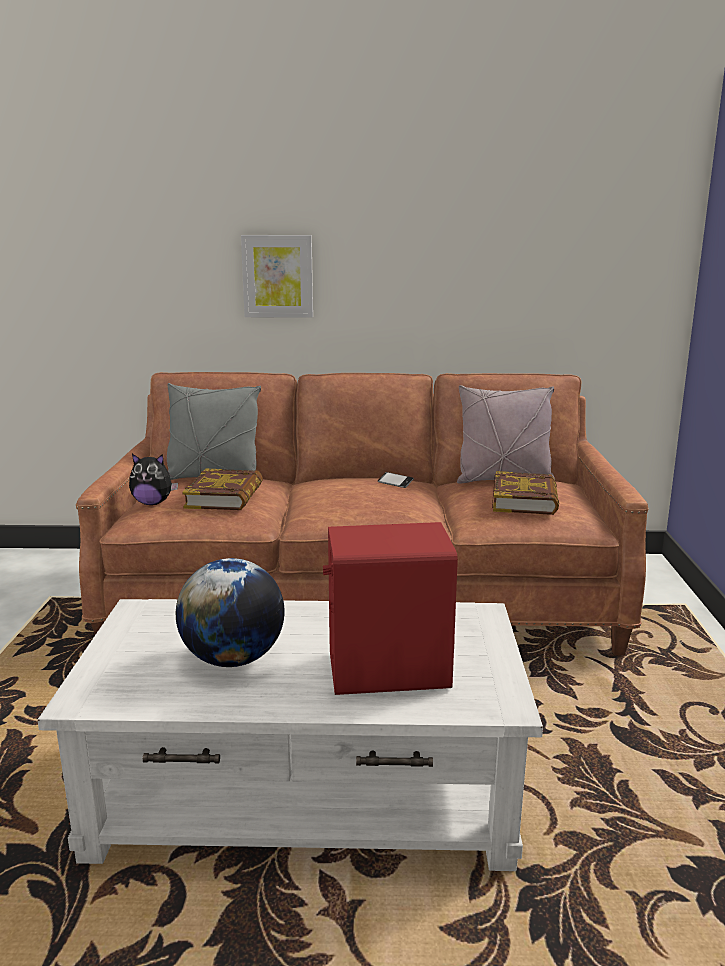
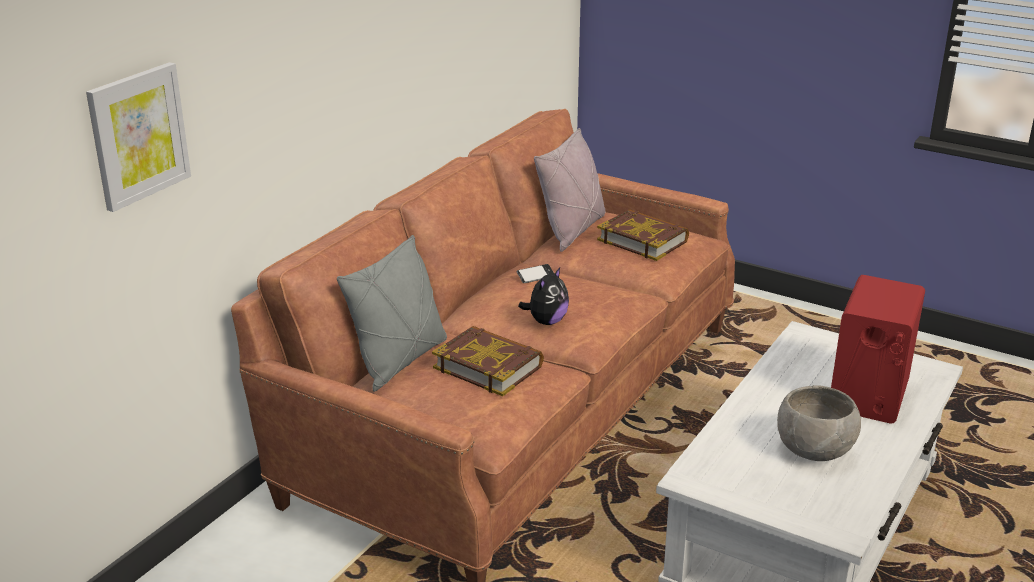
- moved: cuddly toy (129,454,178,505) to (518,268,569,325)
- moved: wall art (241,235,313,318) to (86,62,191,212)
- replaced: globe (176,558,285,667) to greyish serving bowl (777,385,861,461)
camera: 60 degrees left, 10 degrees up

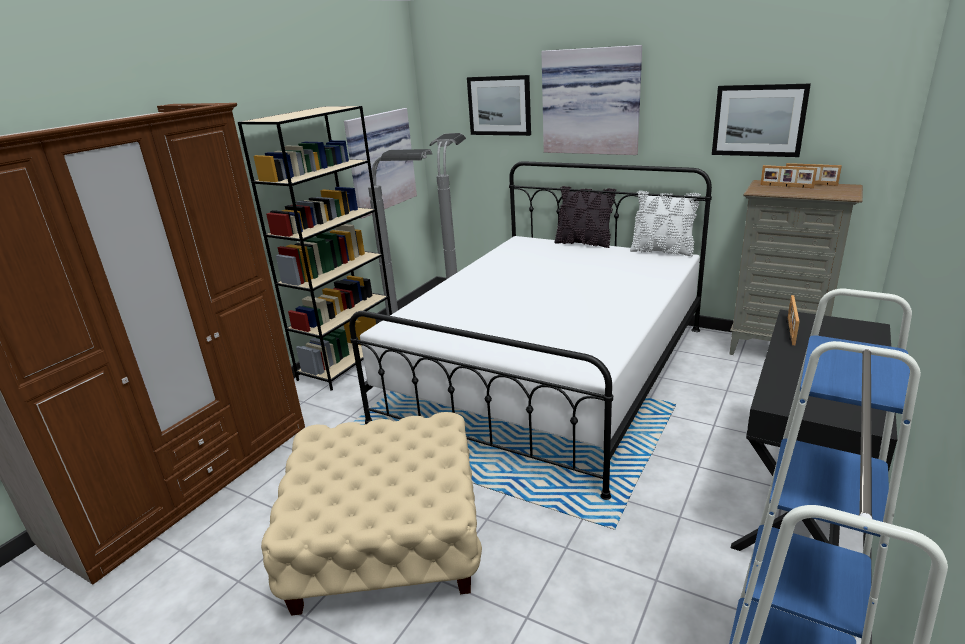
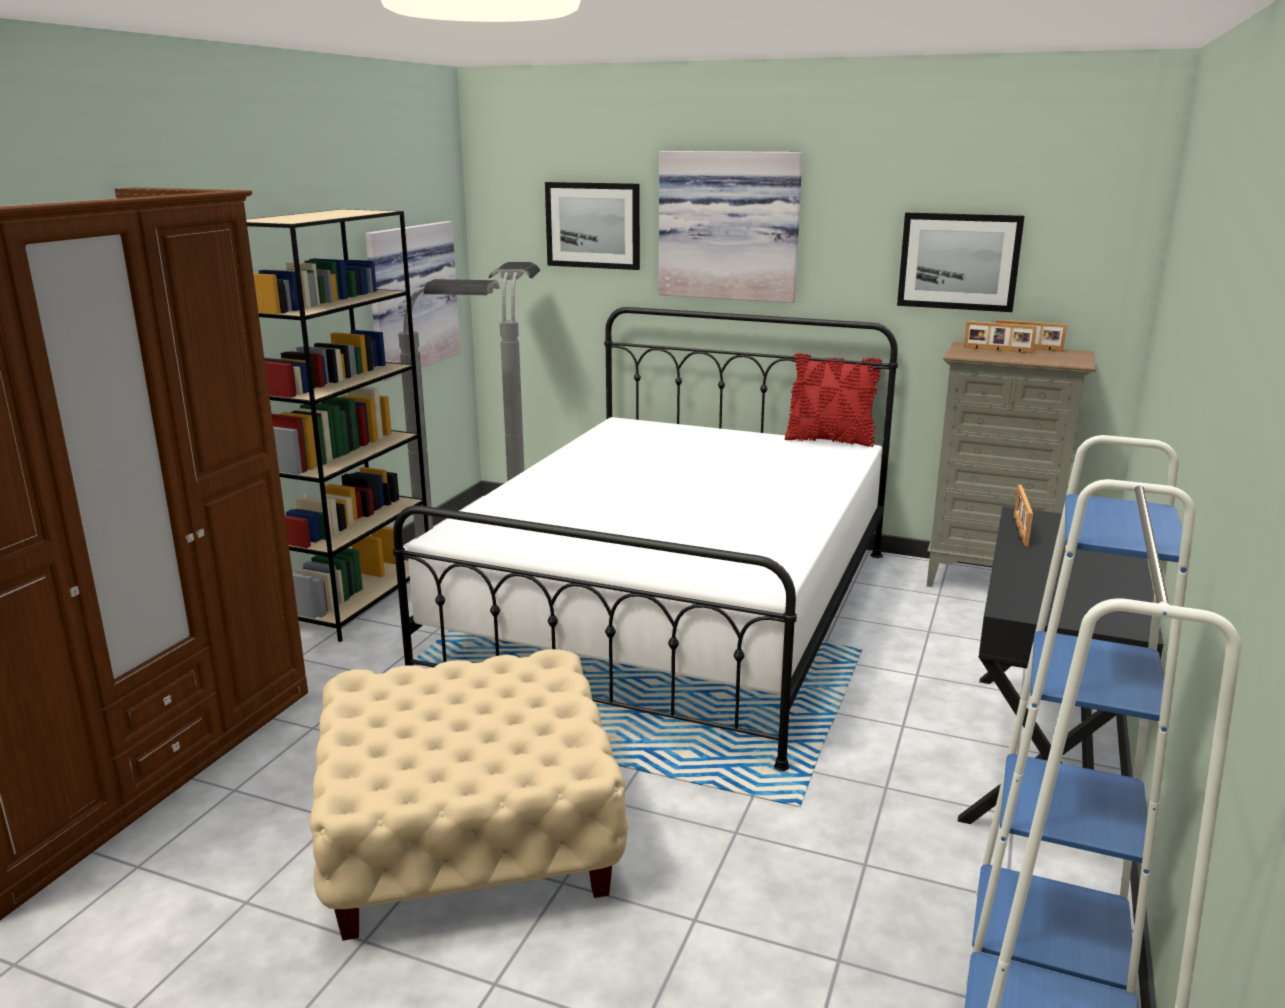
- removed: blackish cushion (554,186,616,248)
- recoloured: white-coloured cushion (630,191,701,257) to reddish cushion (785,353,882,447)
camera: 10 degrees left, 5 degrees down

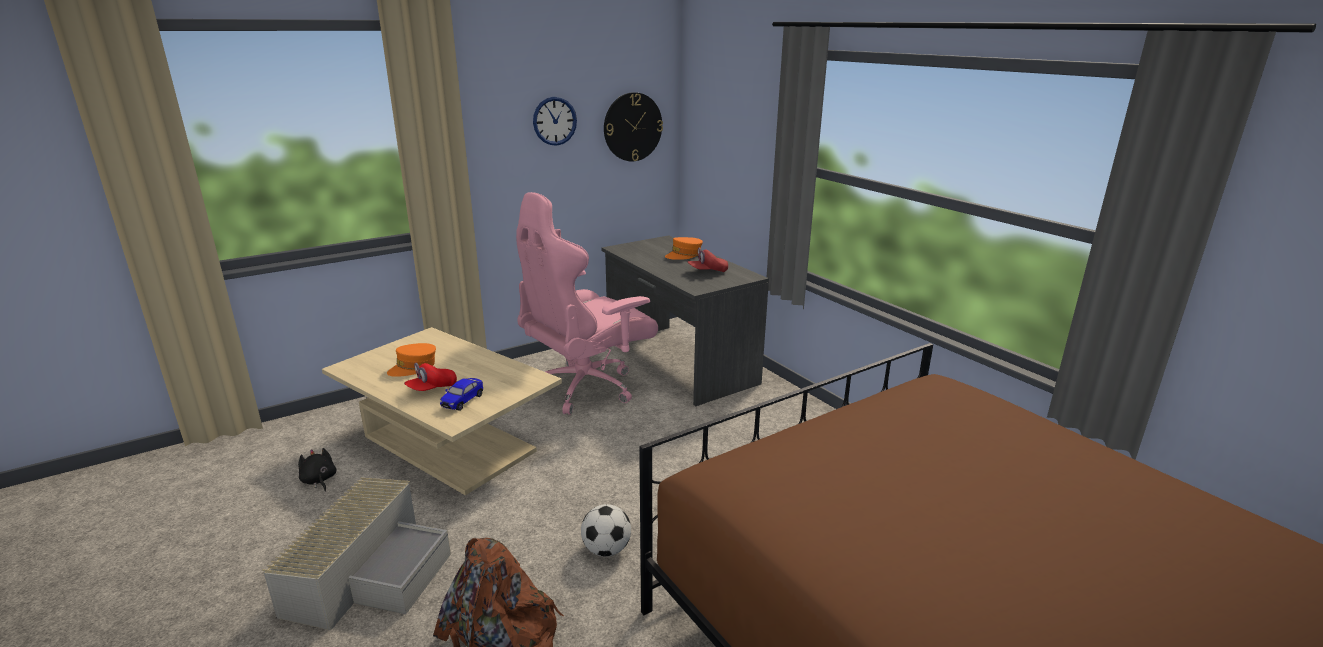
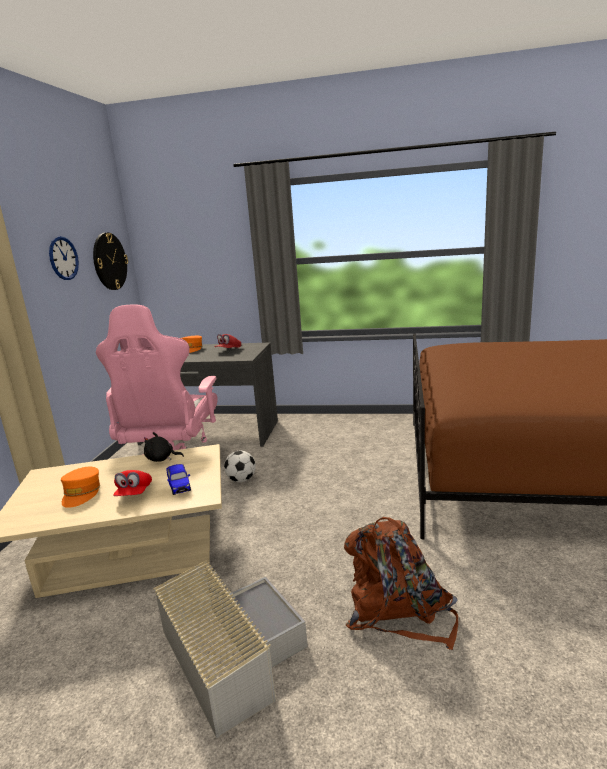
- moved: blackish cuddly toy (298,448,336,492) to (144,432,184,462)
- moved: football ball (581,504,631,557) to (224,451,256,482)
camera: 45 degrees left, 5 degrees down

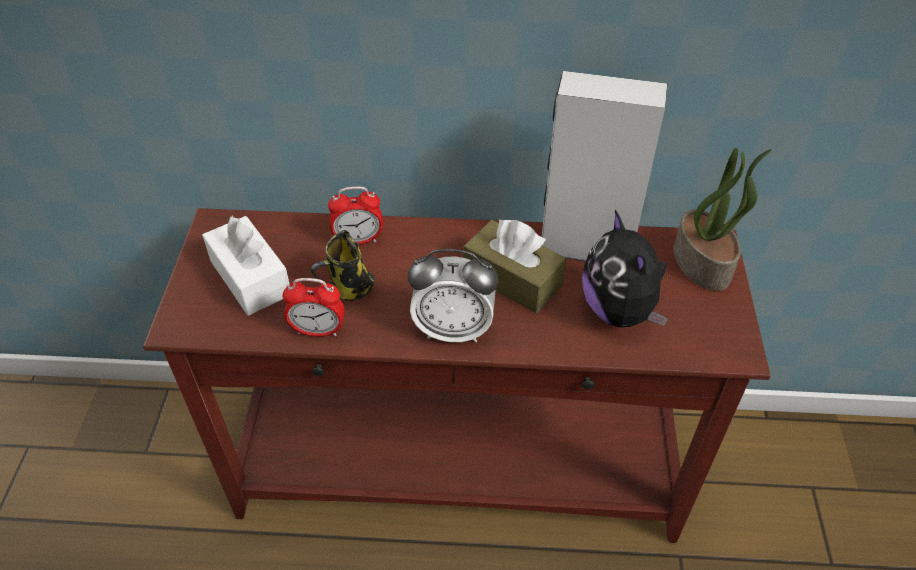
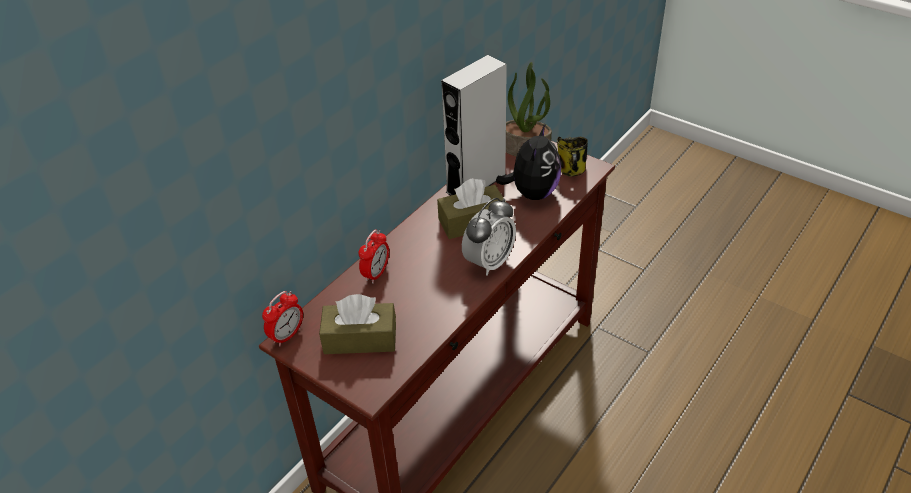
- moved: bedside clock (282,278,345,337) to (262,291,303,346)
- moved: tea mug (310,230,375,301) to (557,137,588,176)
- recoloured: white-coloured tissue holder (202,216,290,315) to brown-coloured tissue holder (319,294,396,354)
- turned: cuddly toy (582,210,668,327) = (496,123,561,200) 90 degrees counterclockwise
camera: 55 degrees left, 5 degrees down

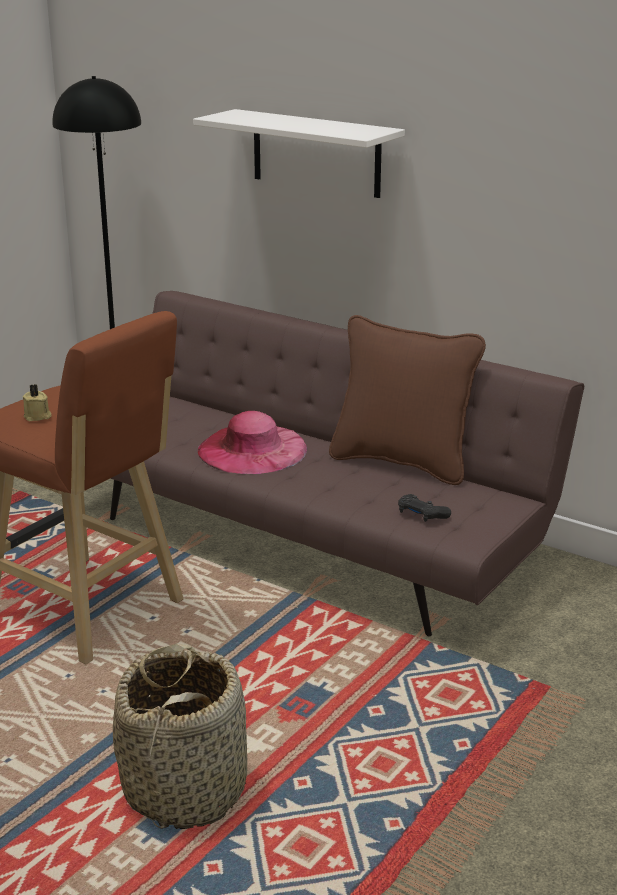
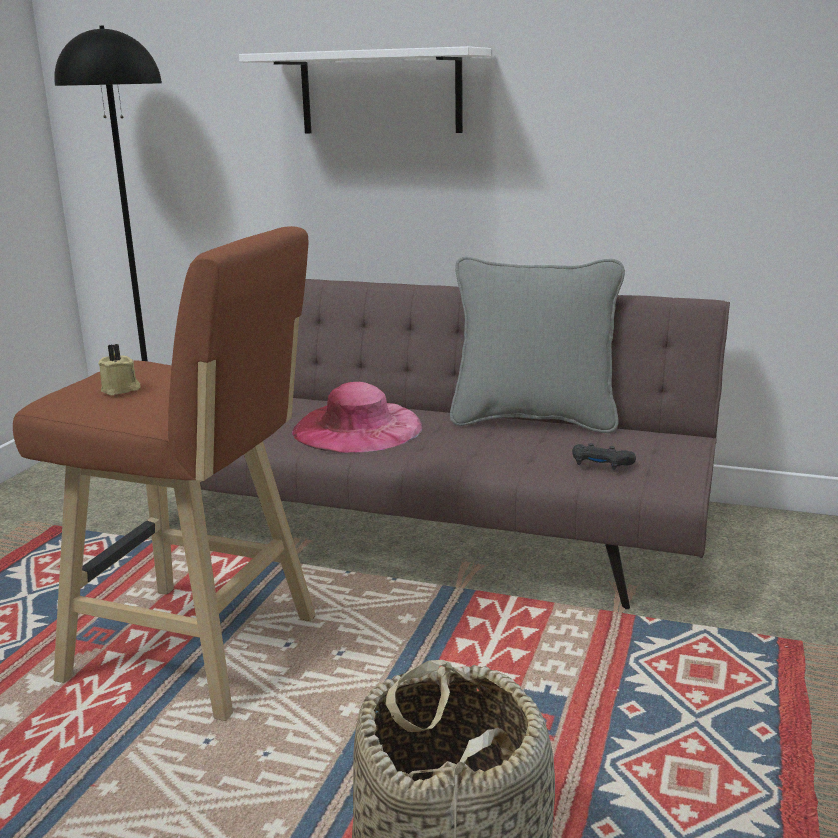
- recoloured: brown-coloured cushion (329,315,486,485) to greyish cushion (450,256,625,433)
camera: 15 degrees left, 5 degrees down

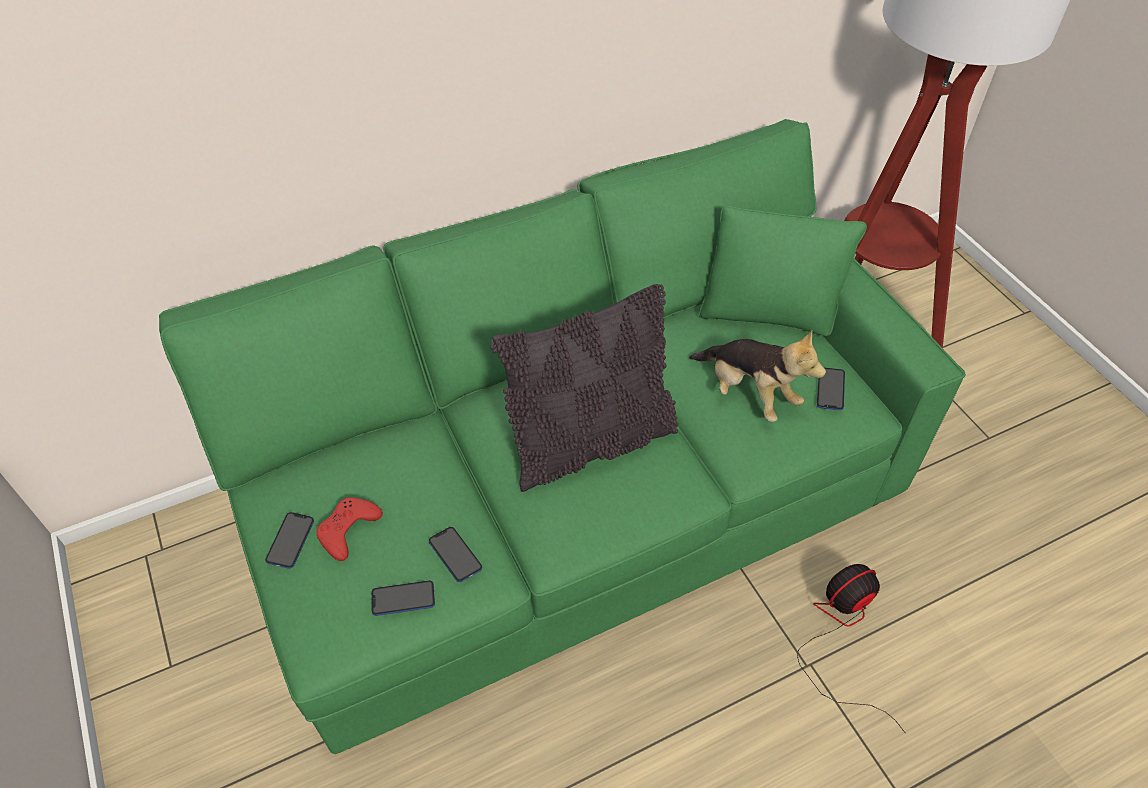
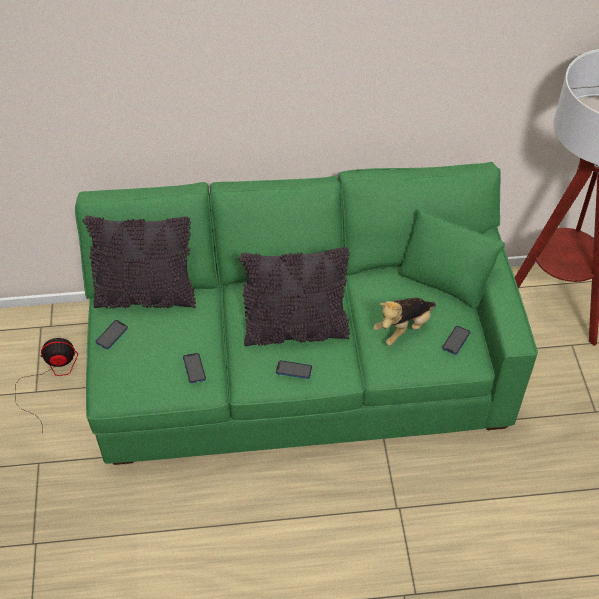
- removed: reddish game controller (316,497,383,561)
- added: blackish cushion (82,215,196,309)
- moved: handset (371,580,435,616) to (276,360,312,379)
- moved: electric fan (797,564,905,733) to (15,338,78,433)
- turned: cuddly toy (689,330,826,422) = (374,298,436,346) 75 degrees clockwise
camera: 20 degrees right, 0 degrees up

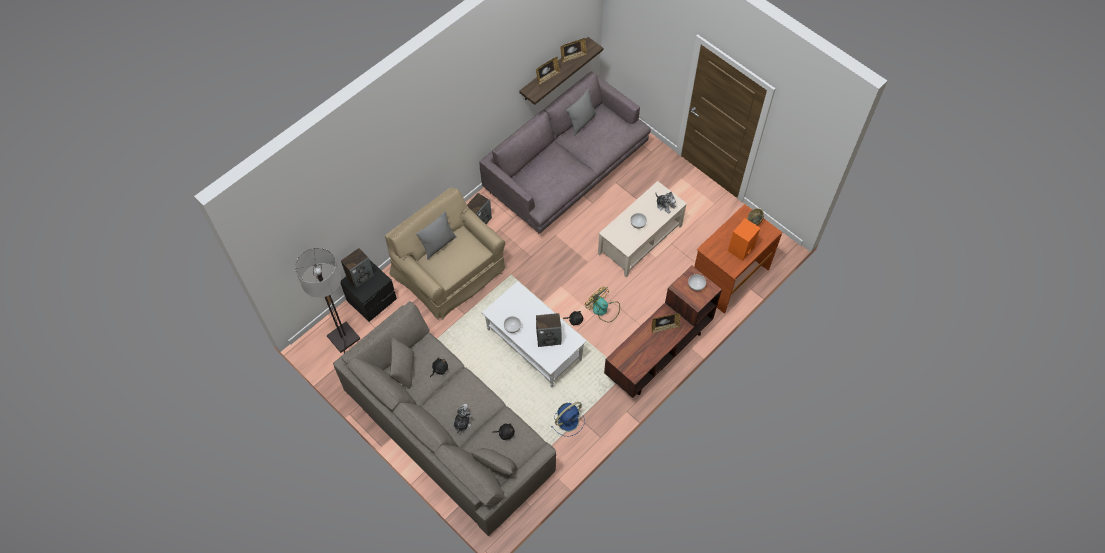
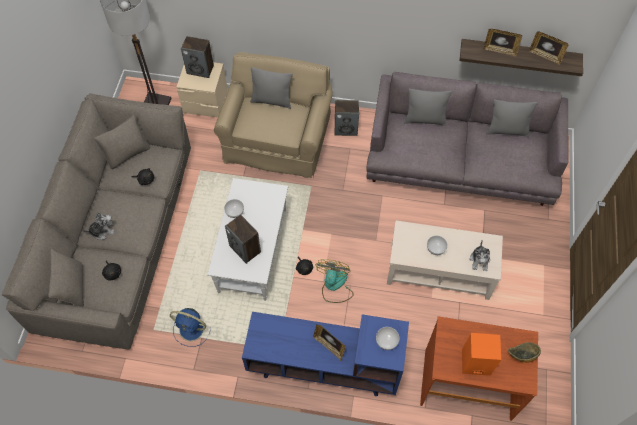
- added: greyish cushion (404,88,452,126)
- recoloured: blackish nightstand (340,260,397,322) to beige nightstand (176,62,228,118)
- recoloured: brown-coloured tv stand (604,266,722,398) to blue-coloured tv stand (242,312,409,396)
camera: 55 degrees right, 0 degrees up

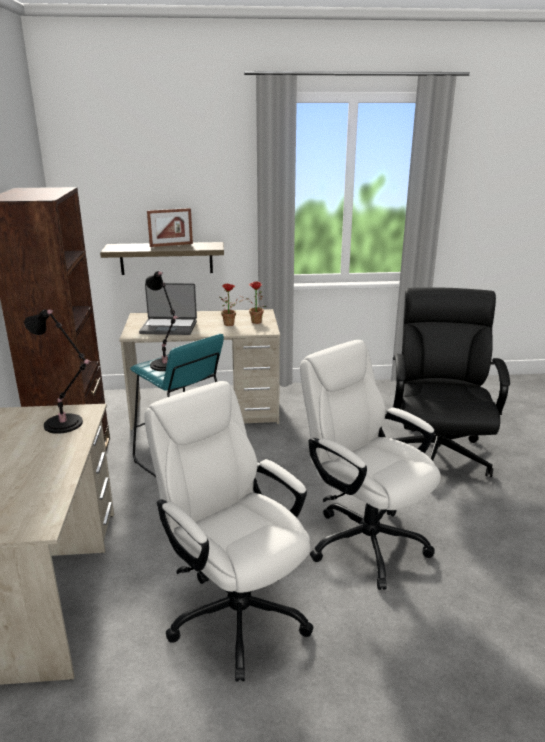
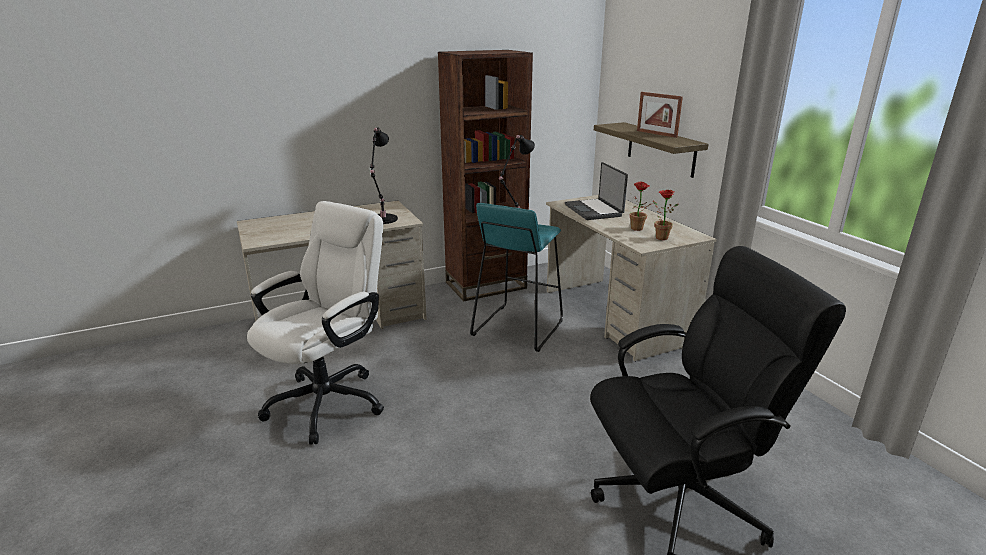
- removed: white-coloured computer chair (300,340,441,590)
camera: 70 degrees right, 0 degrees up

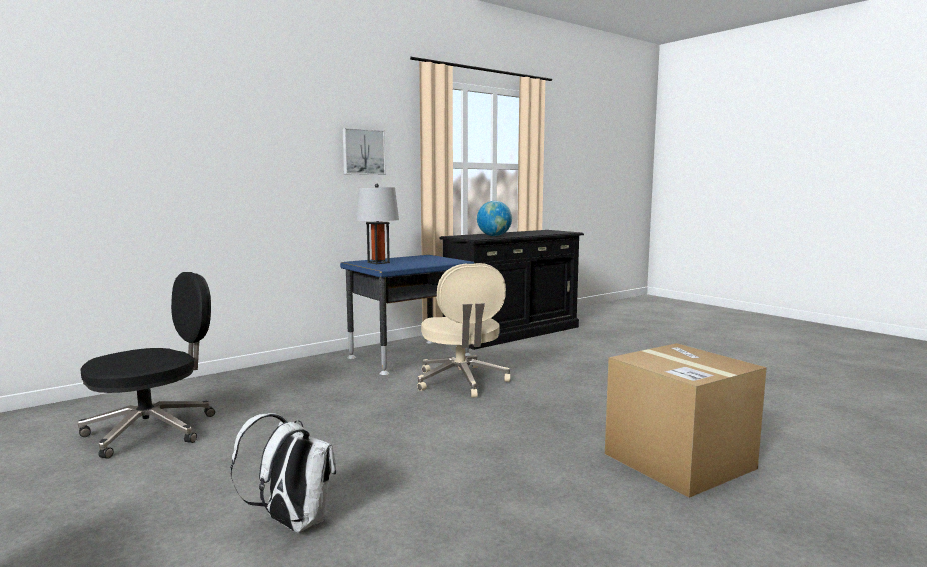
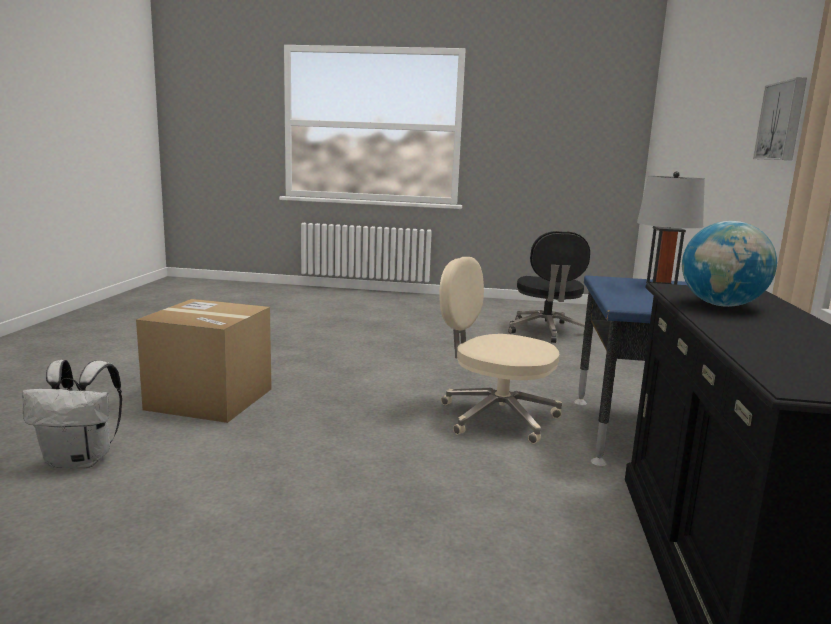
- moved: white-coloured knapsack (230,413,336,532) to (22,360,122,469)
camera: 135 degrees right, 5 degrees up

